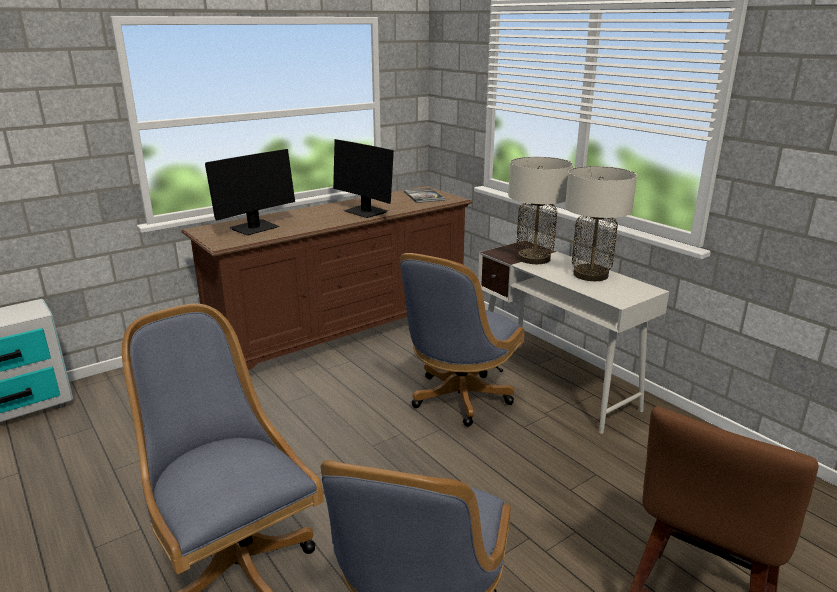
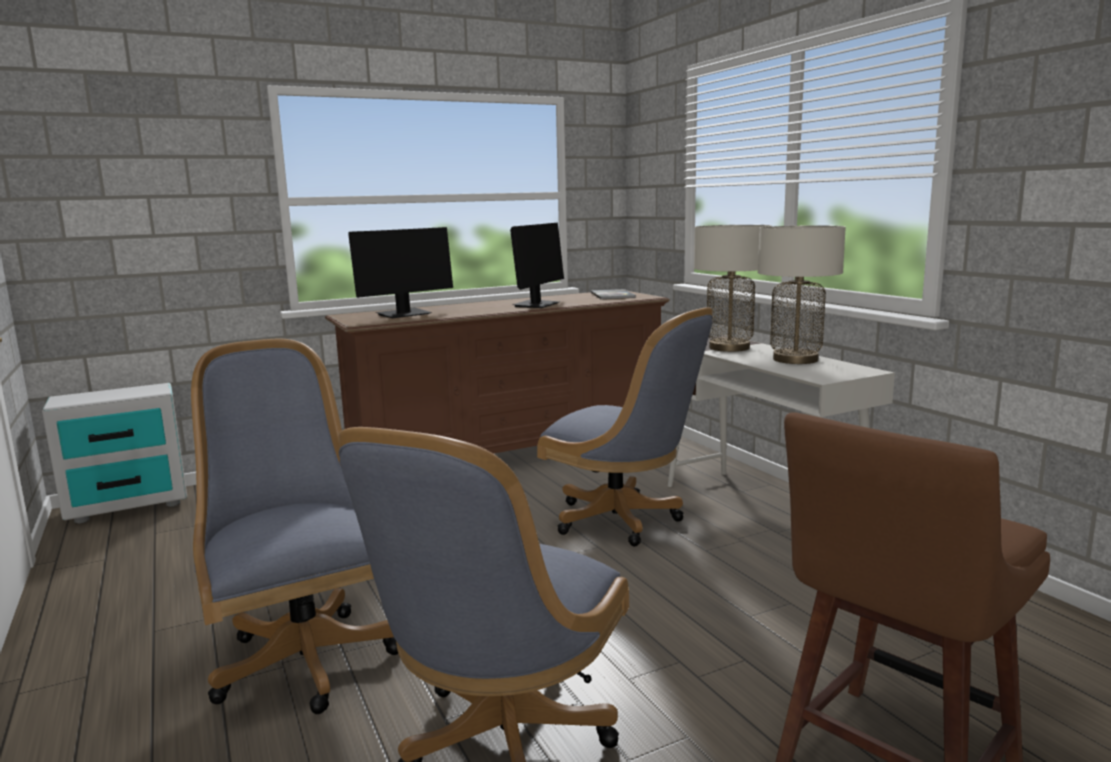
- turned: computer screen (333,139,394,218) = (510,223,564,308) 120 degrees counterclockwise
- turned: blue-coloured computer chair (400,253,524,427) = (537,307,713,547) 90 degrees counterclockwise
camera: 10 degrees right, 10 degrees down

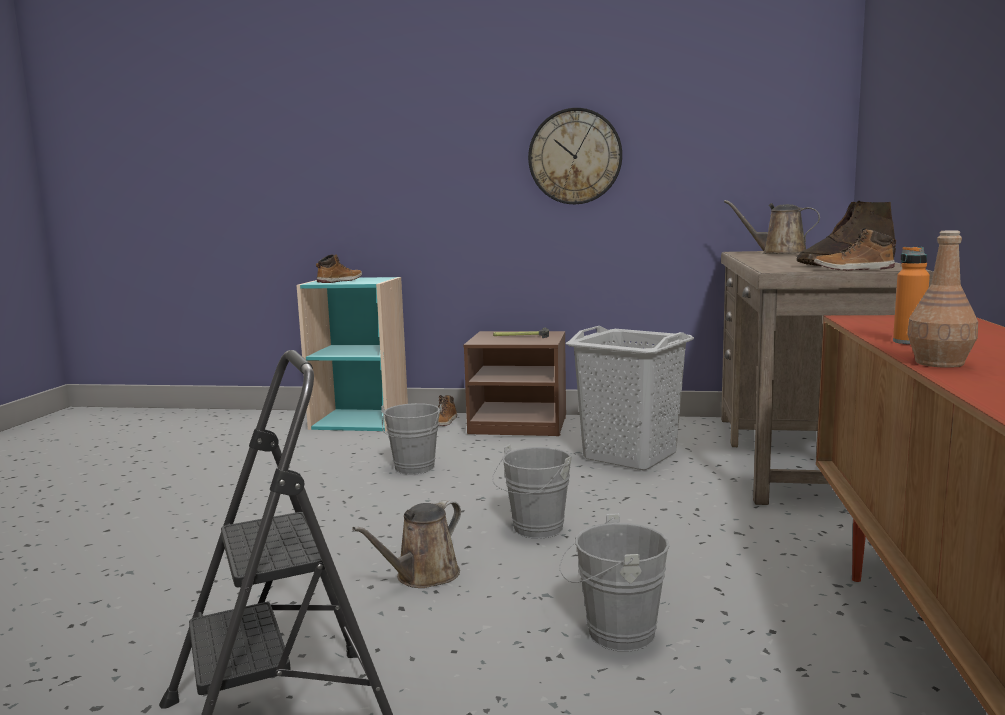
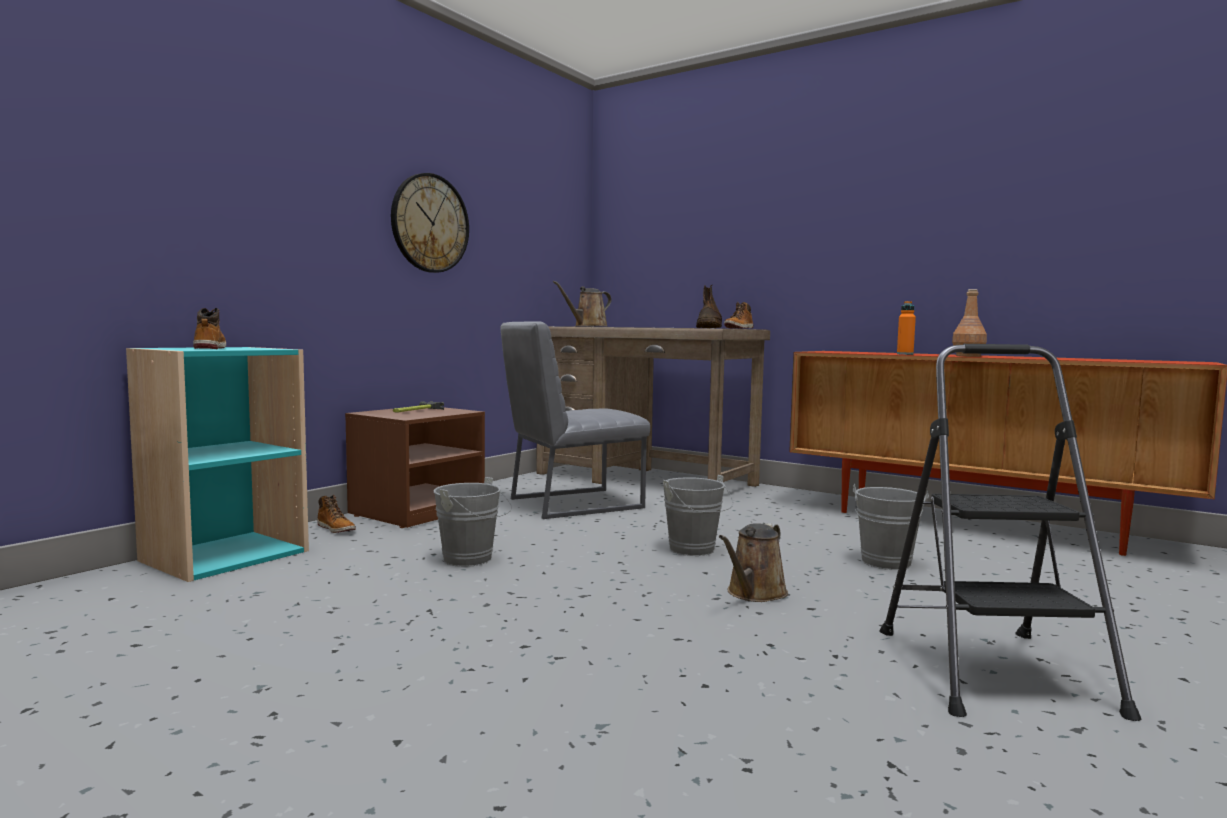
- replaced: greyish laundry basket (566,326,694,471) to greyish chair (501,322,650,519)
- turned: brown-coloured sprinkling can (352,500,461,588) = (719,523,788,602) 60 degrees clockwise
camera: 65 degrees left, 5 degrees down

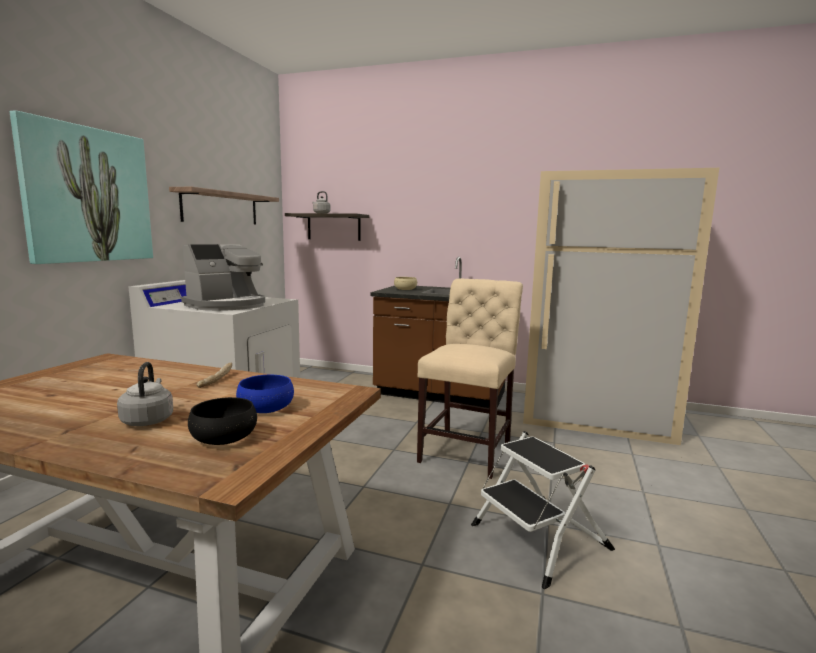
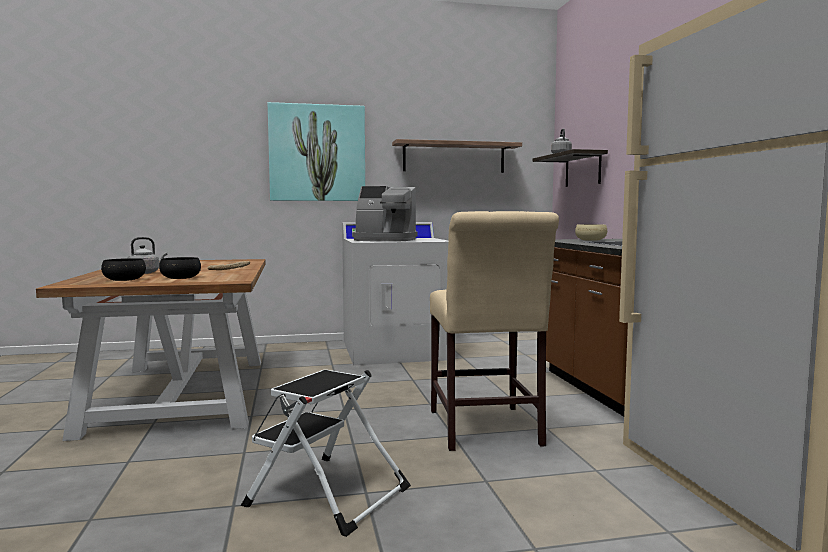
- recoloured: blue-coloured serving bowl (236,375,294,413) to blackish serving bowl (159,257,201,279)
- turned: beige chair (417,278,523,479) = (430,211,559,451) 90 degrees clockwise
camera: 60 degrees right, 5 degrees down

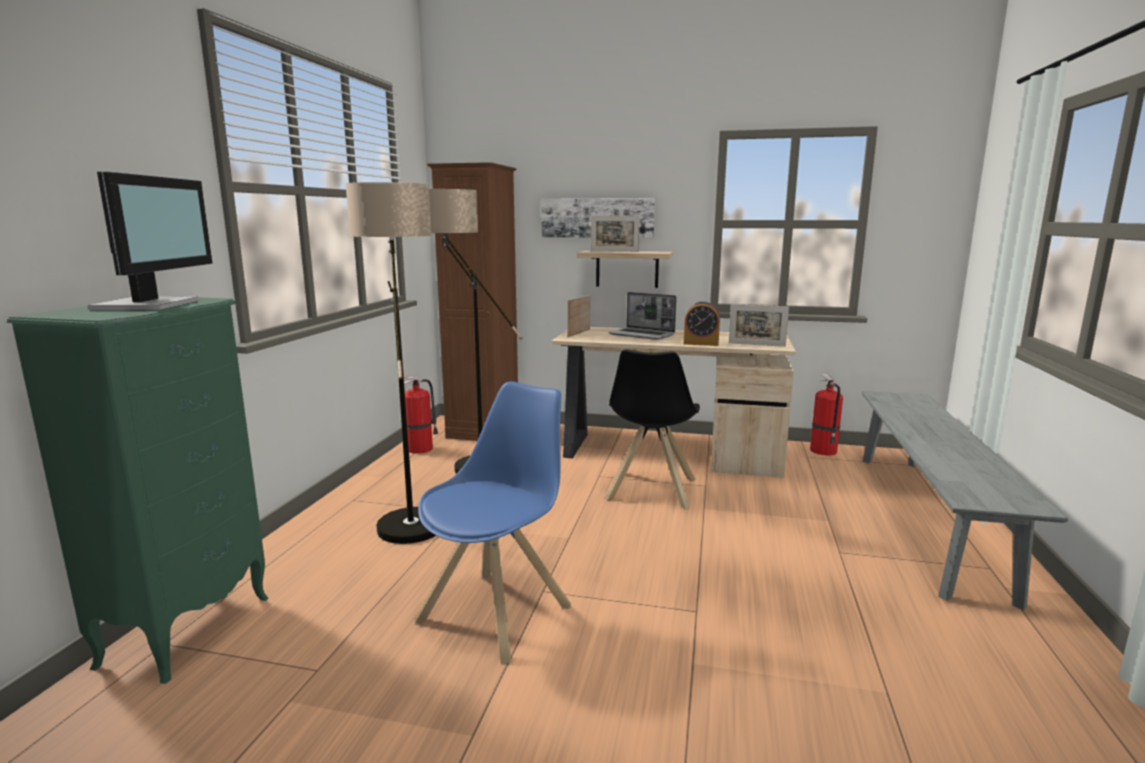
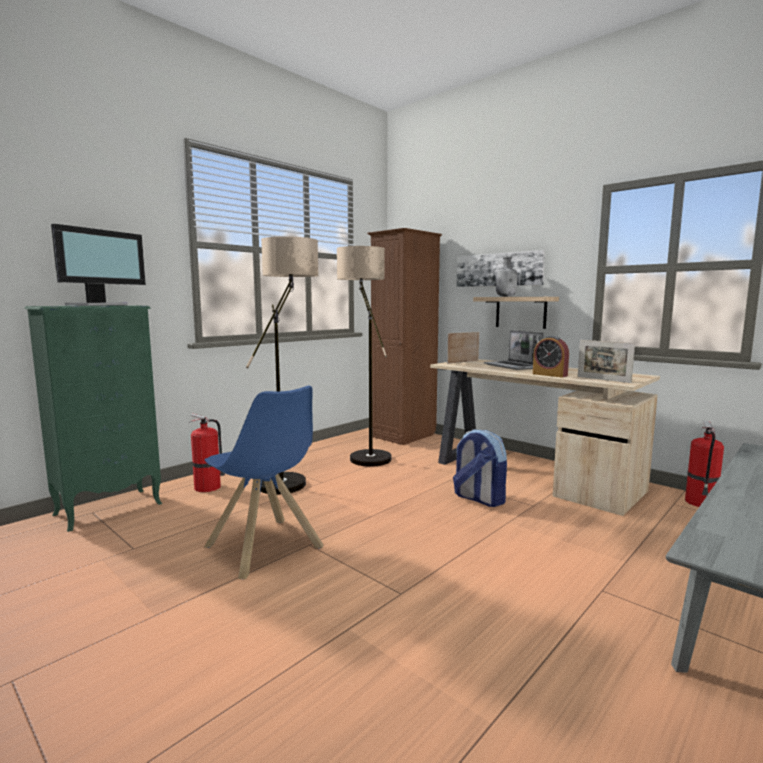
- moved: fire extinguisher (404,376,438,453) to (188,414,225,492)
- replaced: standing frame (591,216,640,252) to greyish bottle (496,257,517,297)
- replaced: blackish chair (604,349,700,509) to knapsack (453,429,507,507)
- turned: blue-coloured chair (415,382,572,664) = (204,386,323,579) 75 degrees clockwise
camera: 30 degrees right, 5 degrees down

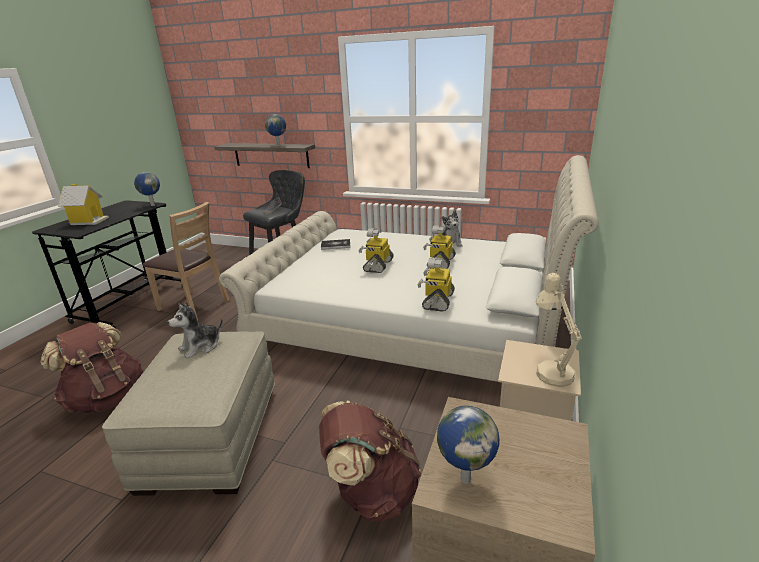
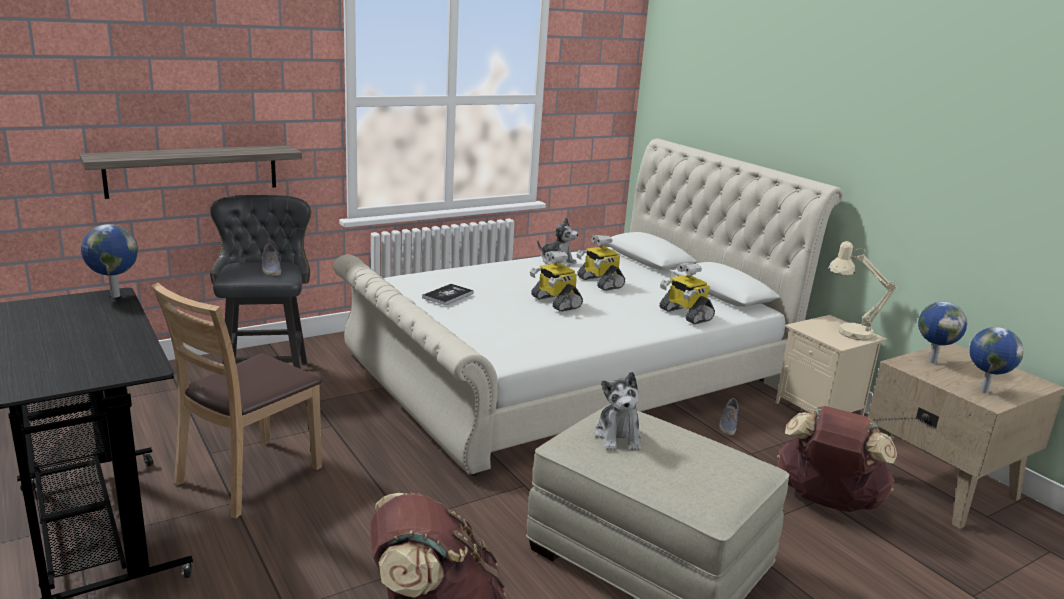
- removed: toy house (58,184,109,225)
- added: shoe (719,398,739,435)
- moved: globe (265,114,286,146) to (918,302,967,364)
- turned: brown-coloured chair (142,202,229,321) = (151,283,322,519) 150 degrees clockwise
camera: 55 degrees left, 5 degrees down

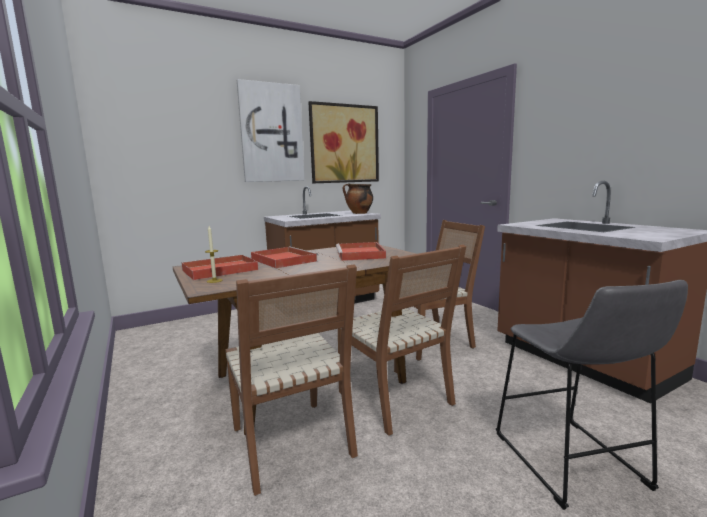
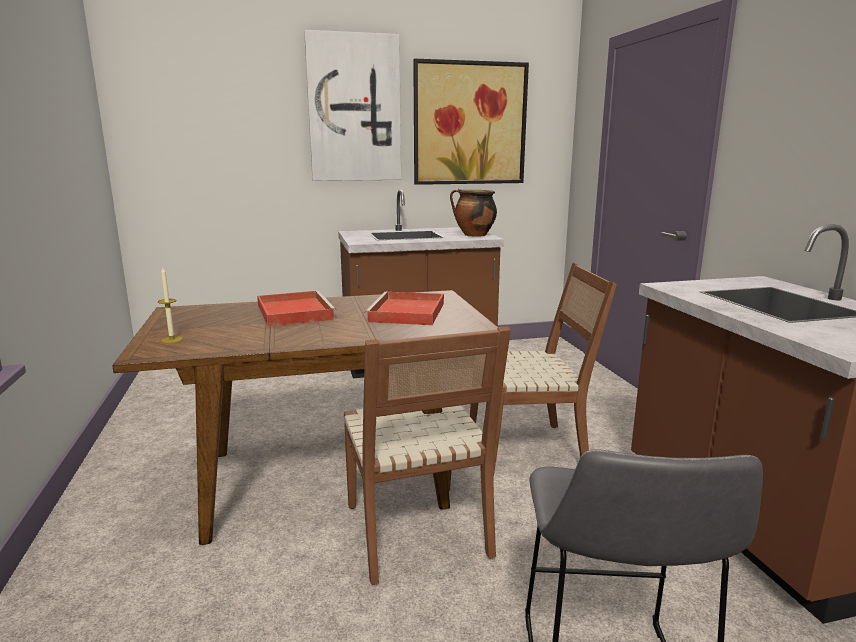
- removed: reddish serving tray (182,254,258,280)
- removed: chair (225,265,358,496)
camera: 15 degrees right, 5 degrees up

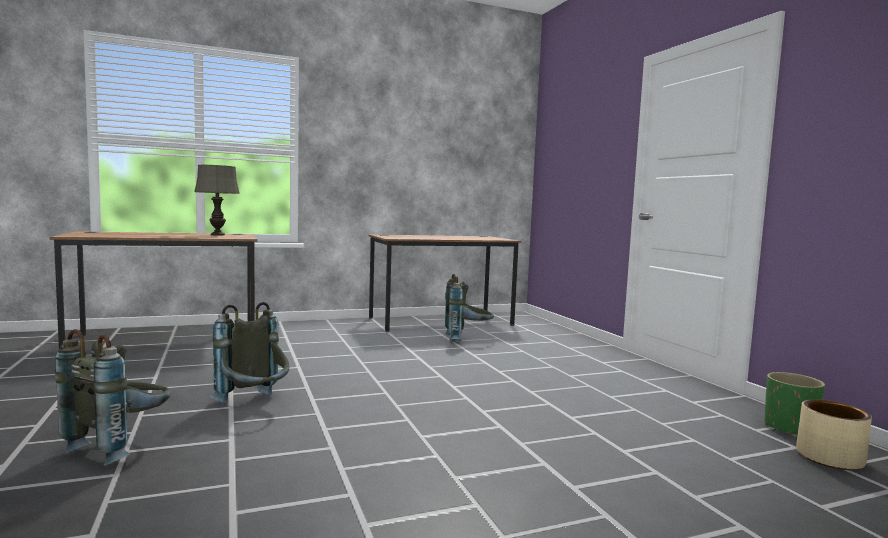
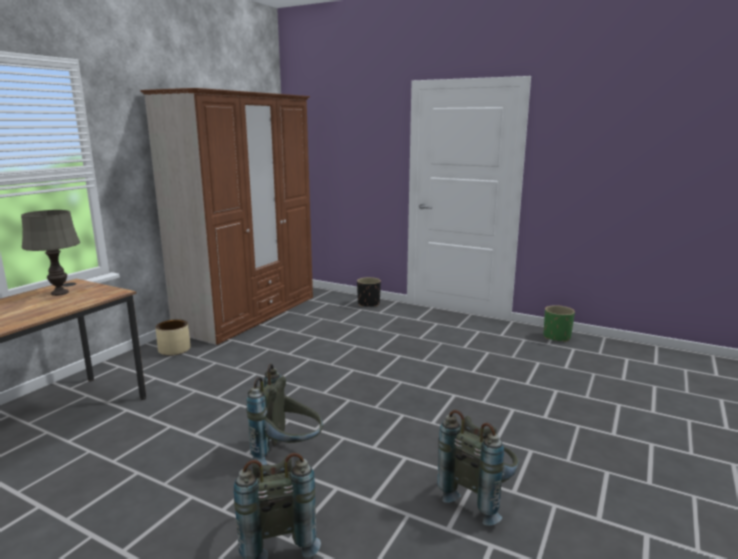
- added: blackish planter (357,277,381,307)
- moved: greyish knapsack (445,274,494,342) to (437,410,519,526)
- moved: beige planter (796,400,872,470) to (155,319,191,356)
- replaced: brown-coloured desk (368,234,521,332) to brown-coloured wardrobe (140,88,313,345)
camera: 40 degrees left, 10 degrees up

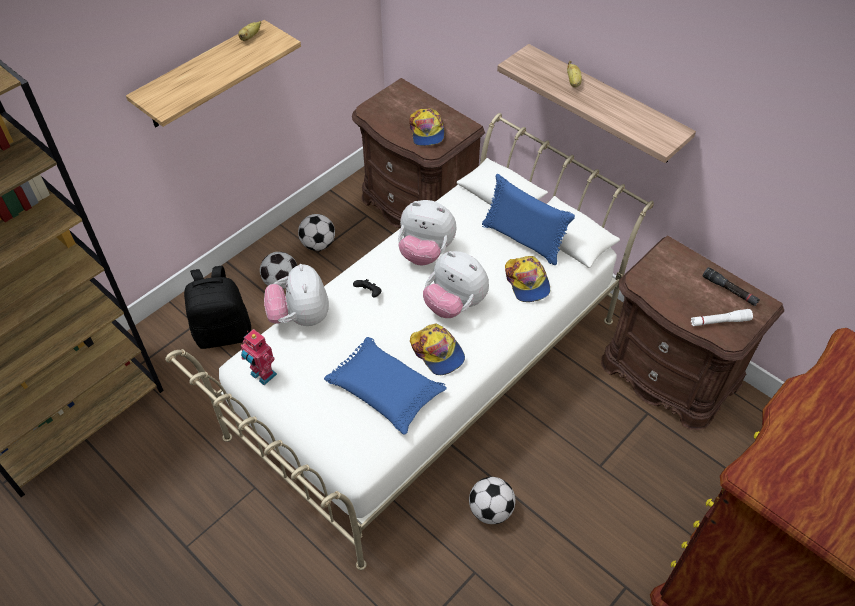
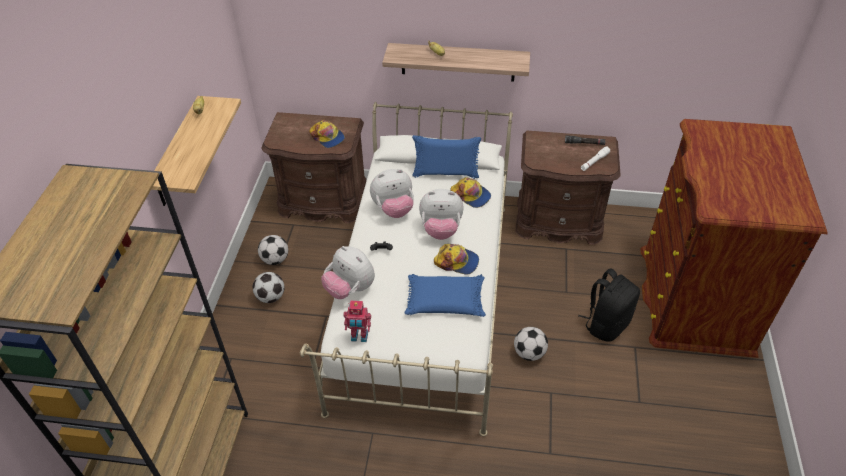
- moved: blackish knapsack (184,266,251,349) to (578,268,640,342)
camera: 35 degrees left, 5 degrees down

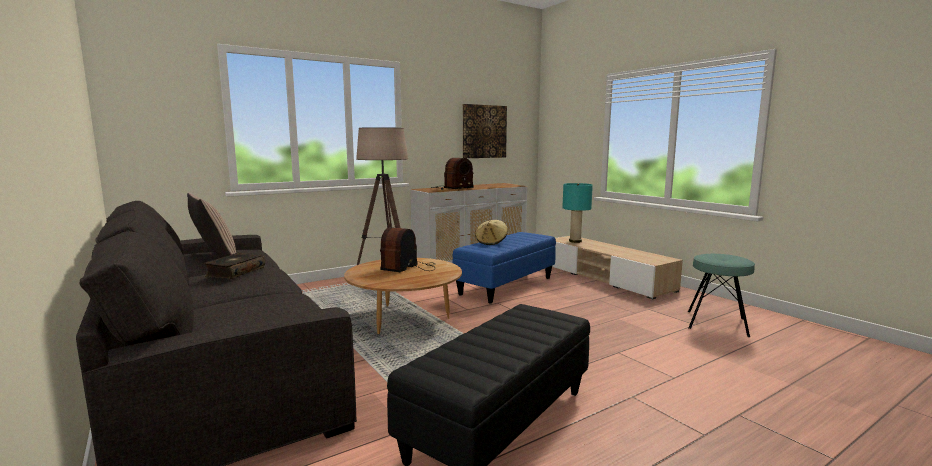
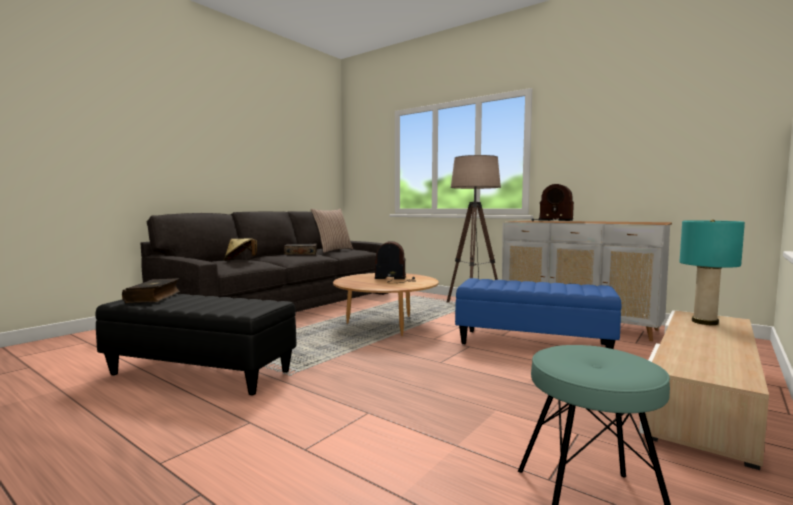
- removed: wall art (463,104,507,158)
- added: volume (122,278,180,303)
- moved: beige wearable hat (475,220,508,245) to (224,239,257,261)
camera: 70 degrees right, 5 degrees down

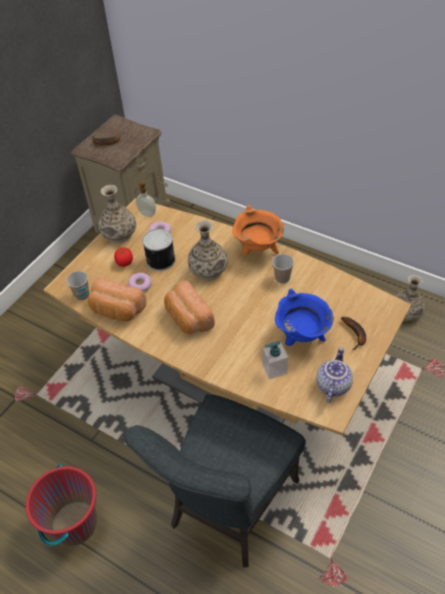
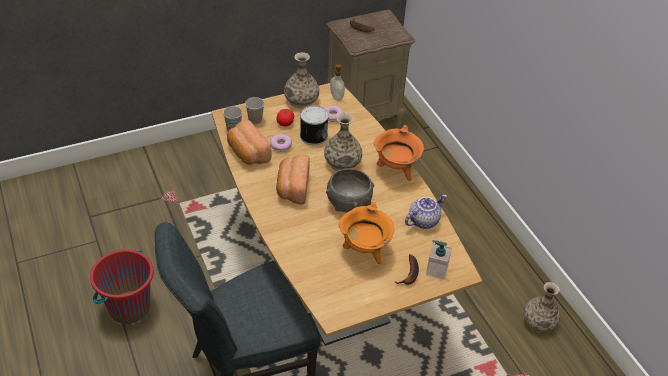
- added: greyish serving bowl (326,168,374,213)
- moved: soap dispenser (262,341,288,380) to (426,240,452,280)
- moved: cup (272,254,294,284) to (245,97,264,124)
- moved: pot for tea (316,347,353,403) to (405,194,447,229)
- recoloured: blue-coloured saucepot (275,289,334,346) to orangey saucepot (338,202,394,264)
camera: 30 degrees right, 5 degrees down

